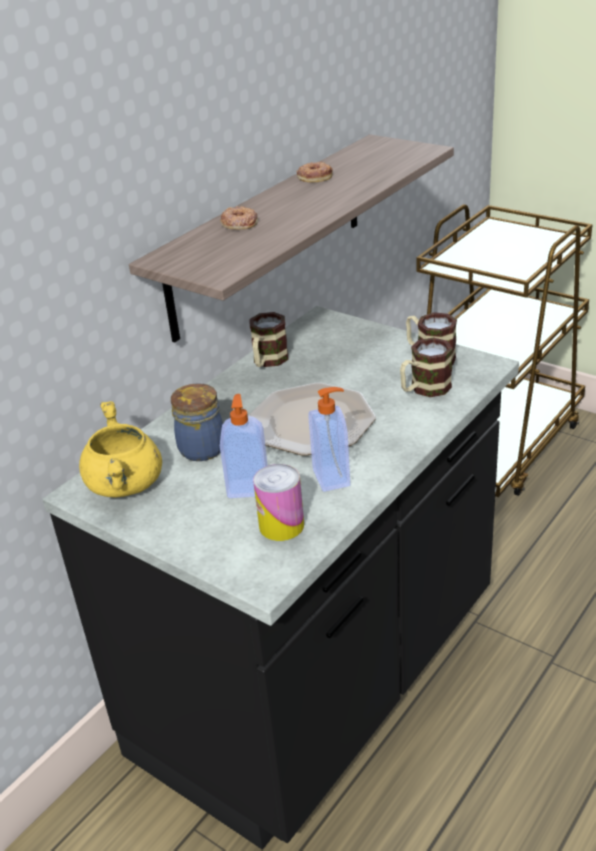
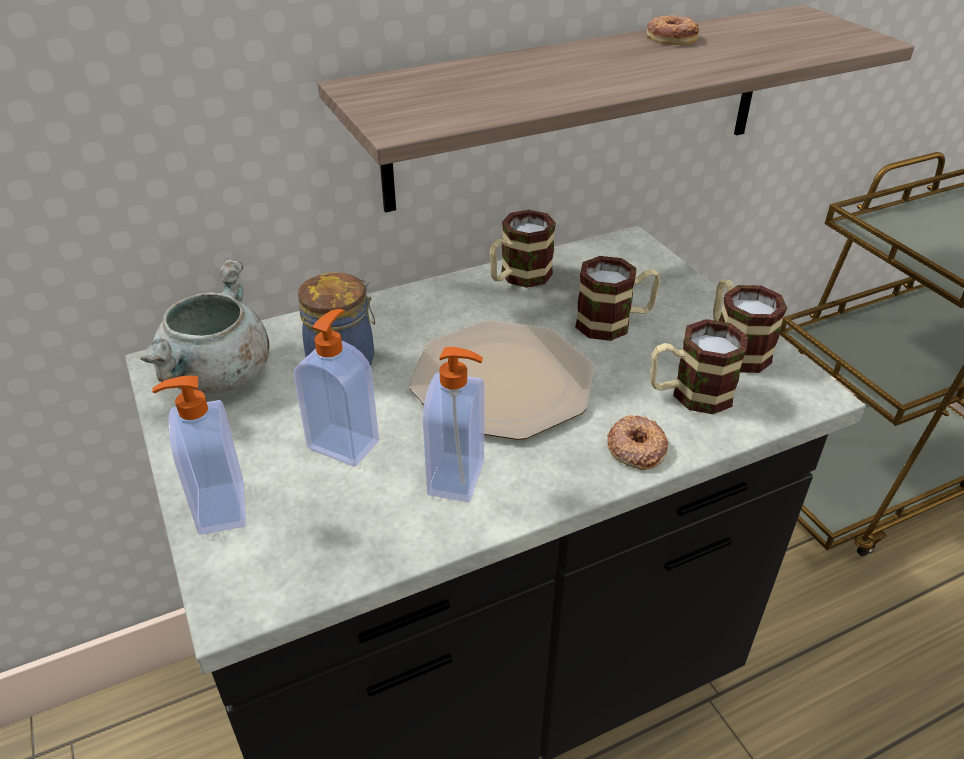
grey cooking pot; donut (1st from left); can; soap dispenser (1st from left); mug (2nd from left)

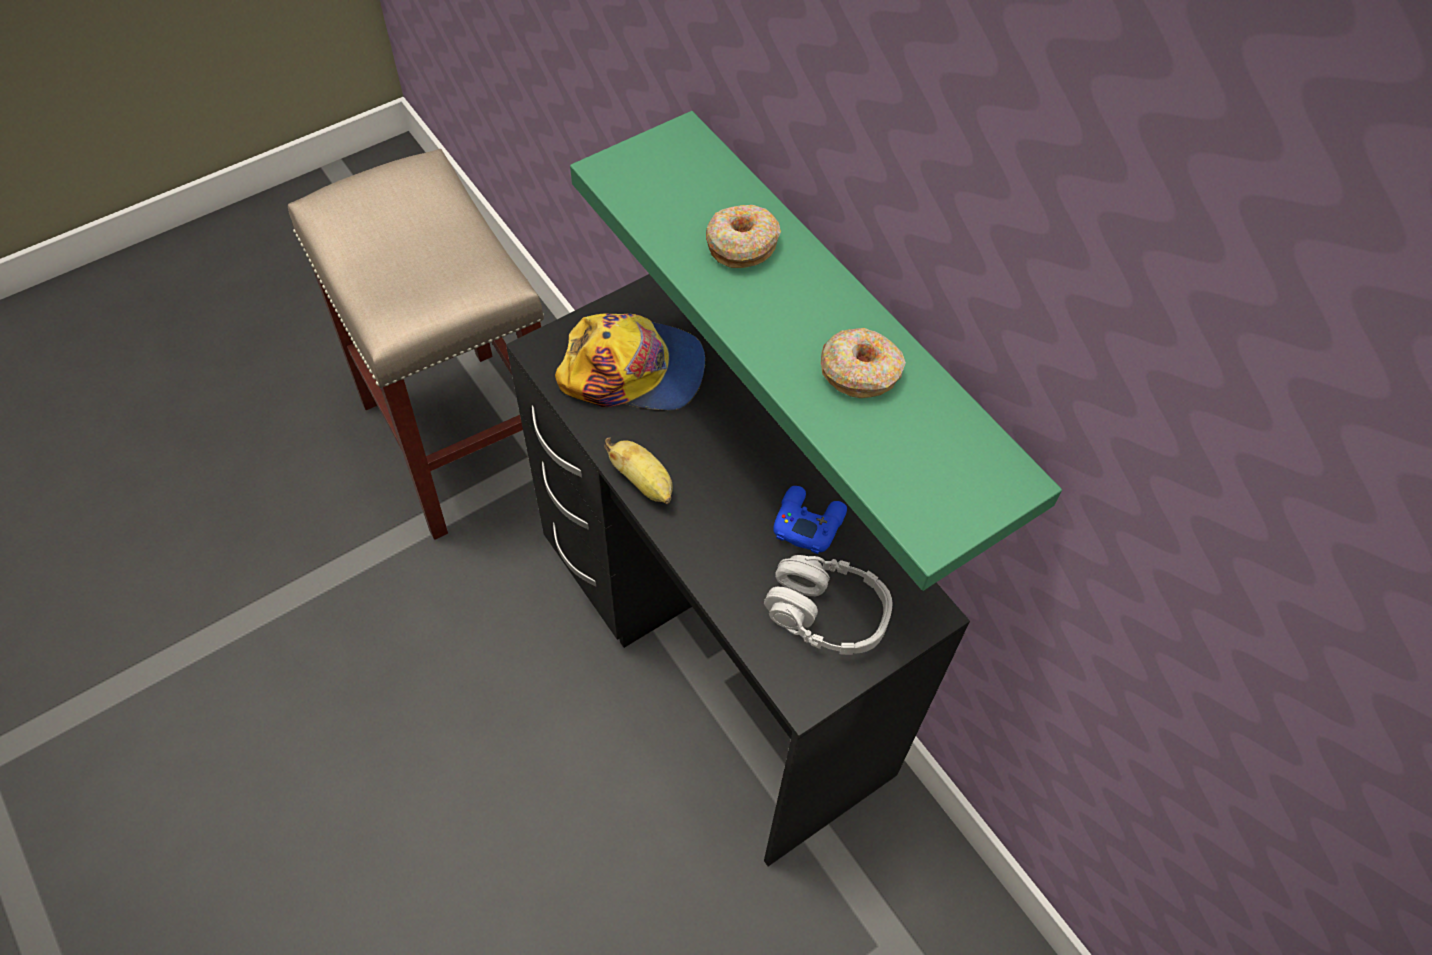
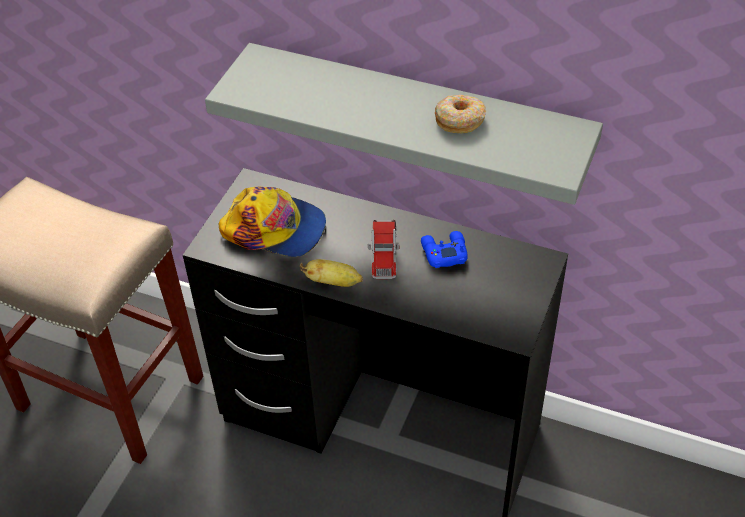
cap; grey shelf; donut (1st from left in the first image); grey headphones; toy truck

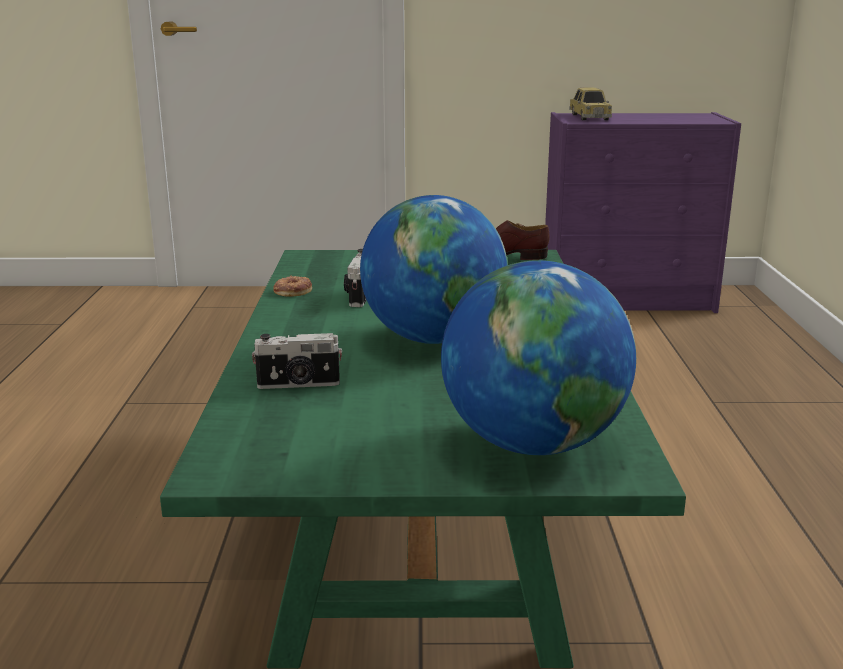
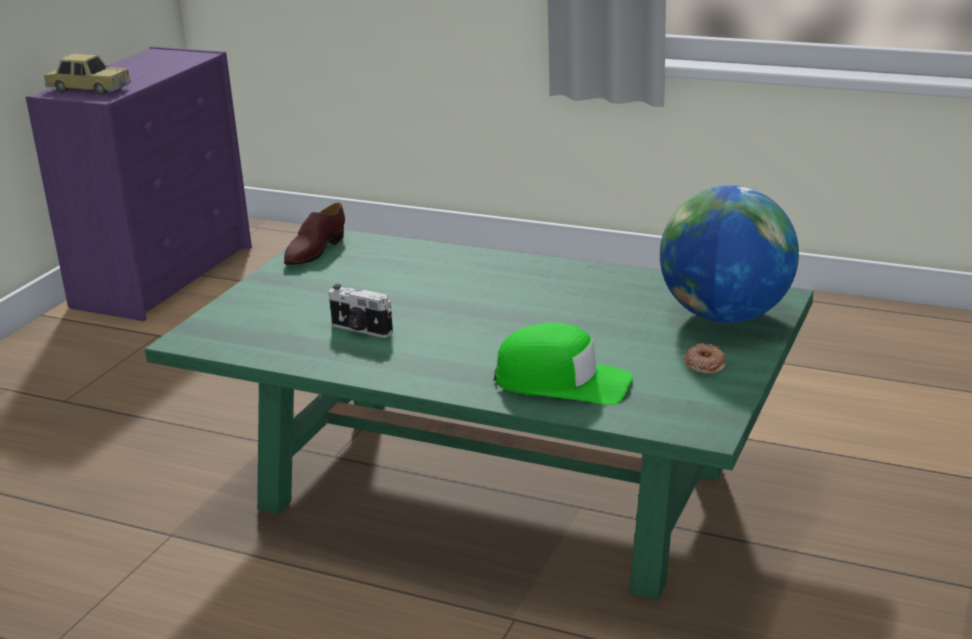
green cap; donut; globe (1st from left in the first image)

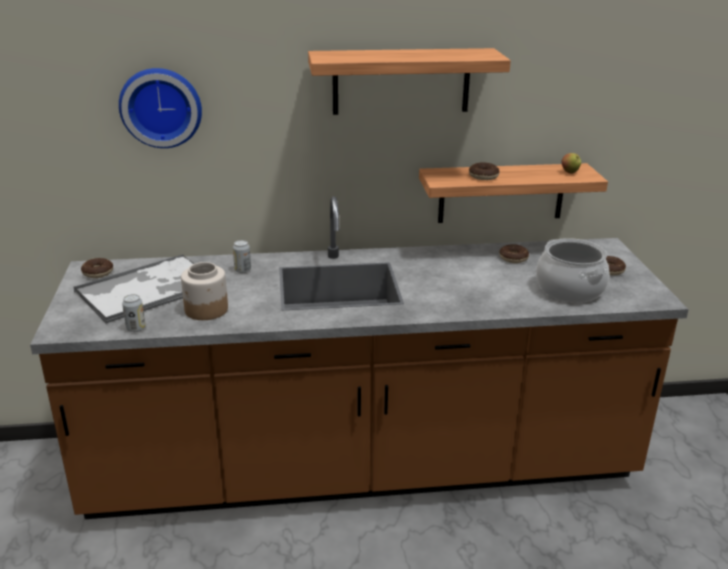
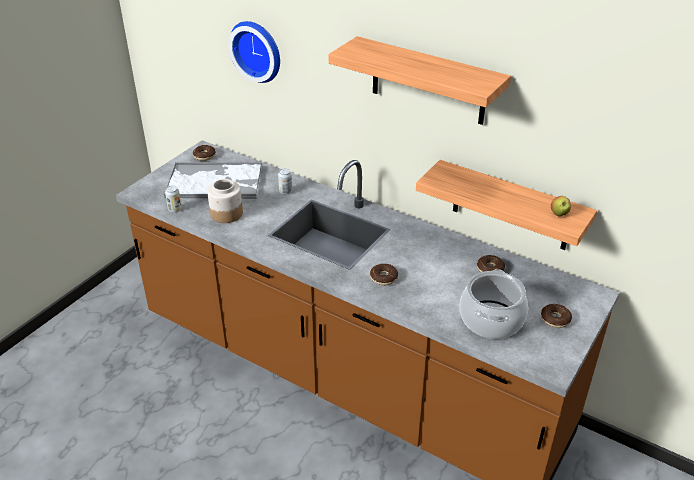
donut (2nd from left)

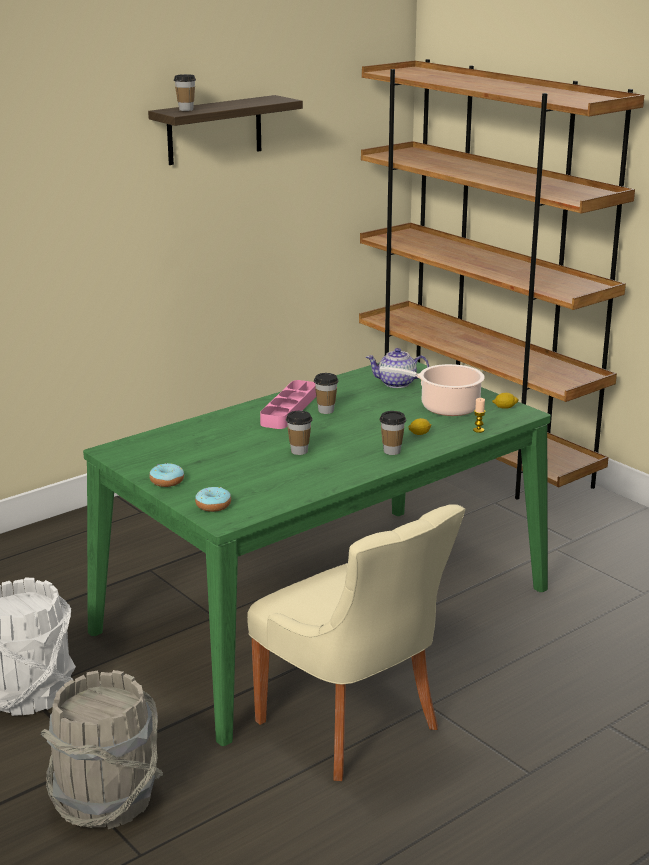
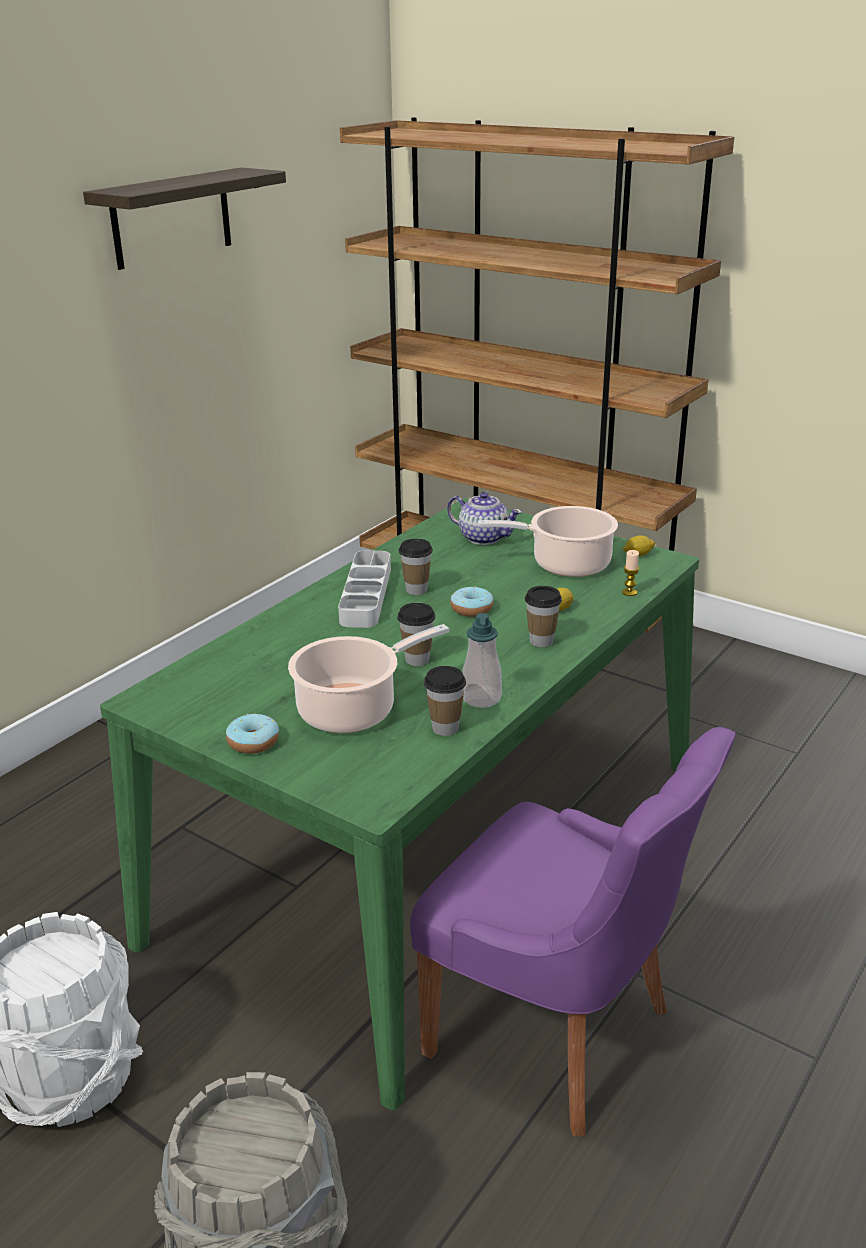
cup (3rd from left); donut (2nd from left); purple chair; grey tray; teapot; cooking pot (1st from left); soap dispenser

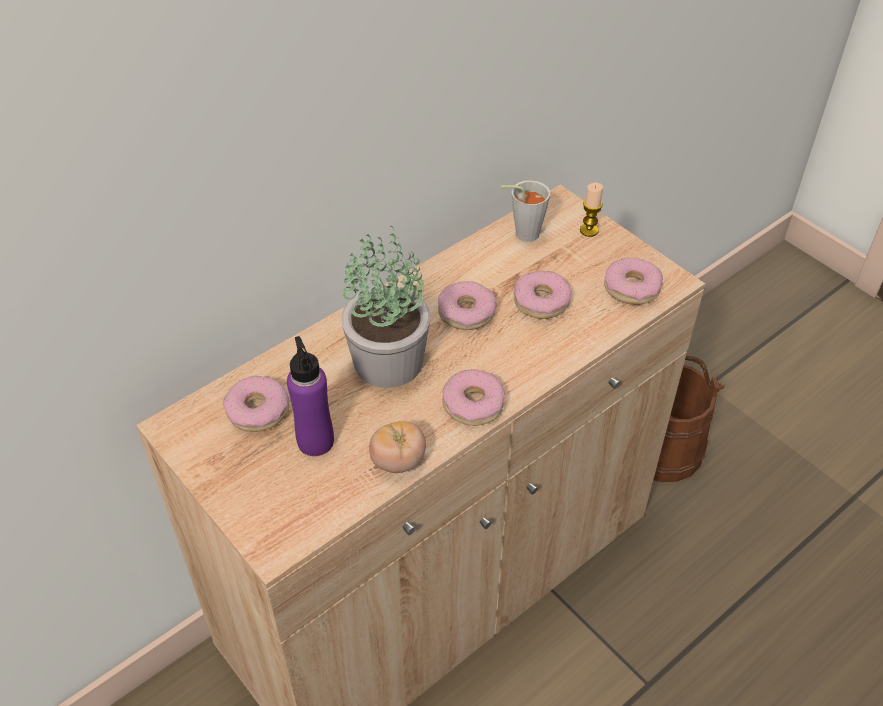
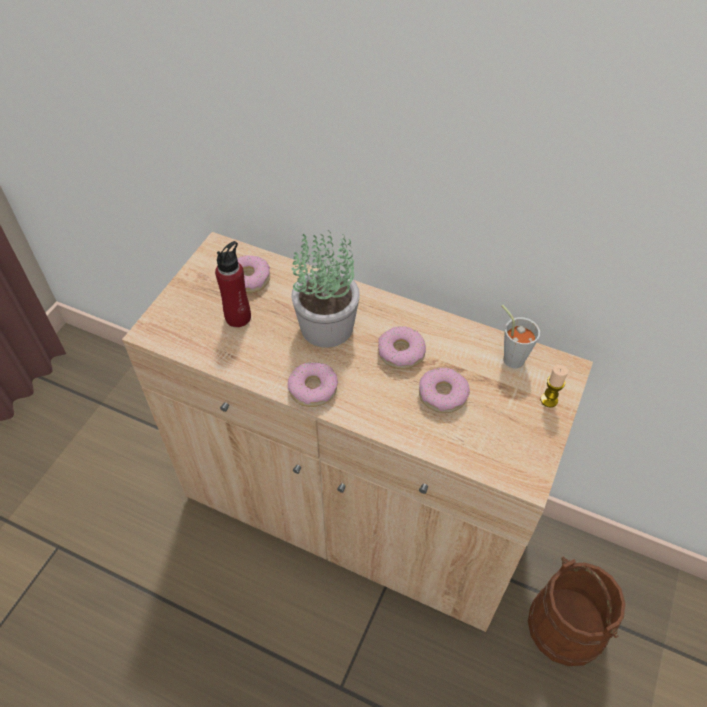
red bottle; tomato; donut (5th from left in the first image)

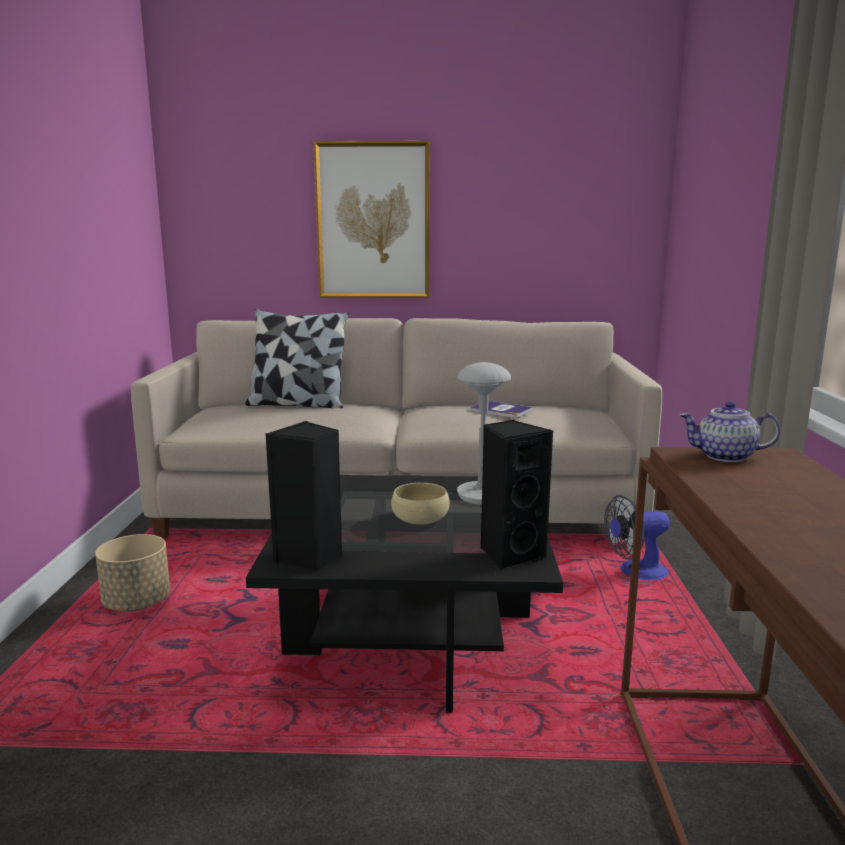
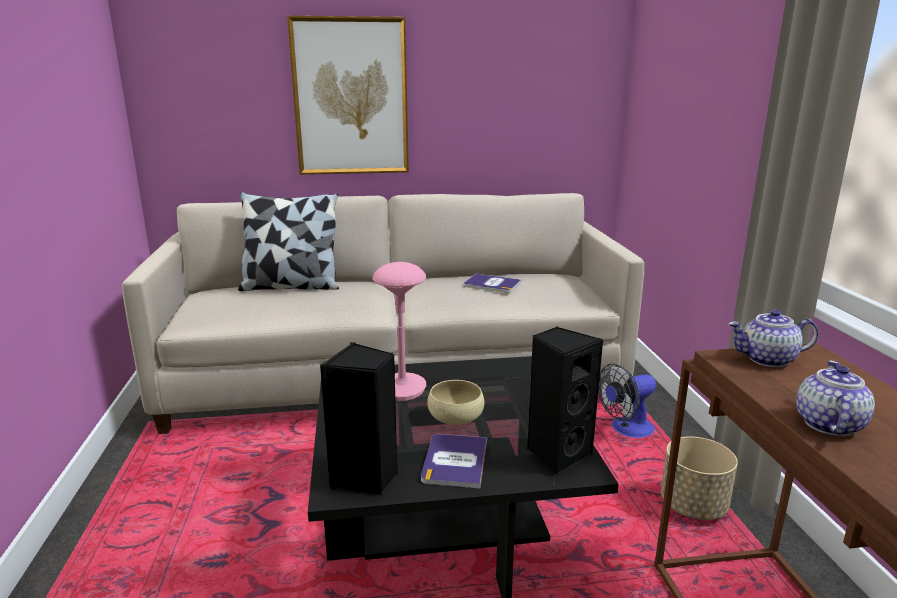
beige planter; grey table lamp; pink table lamp; book (1st from left); teapot (2nd from left)

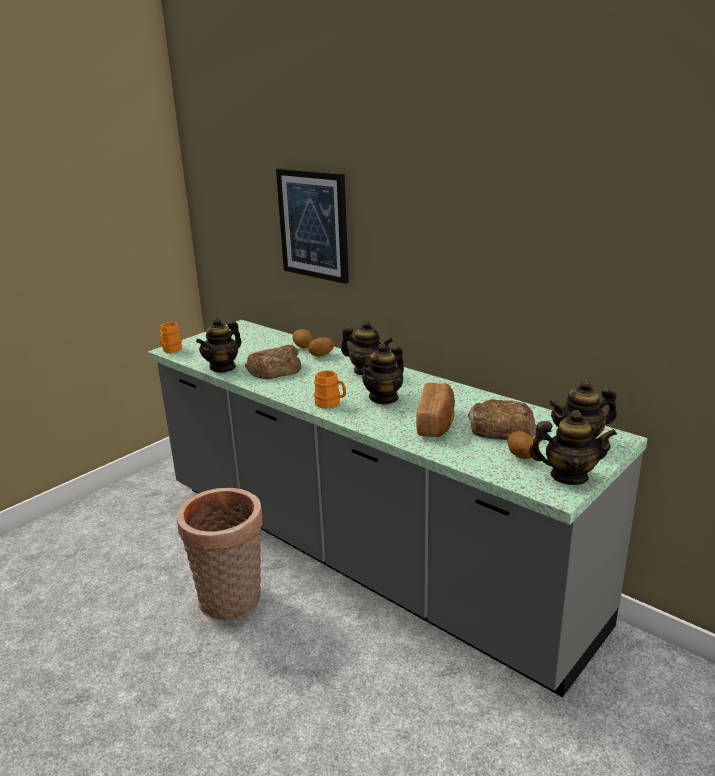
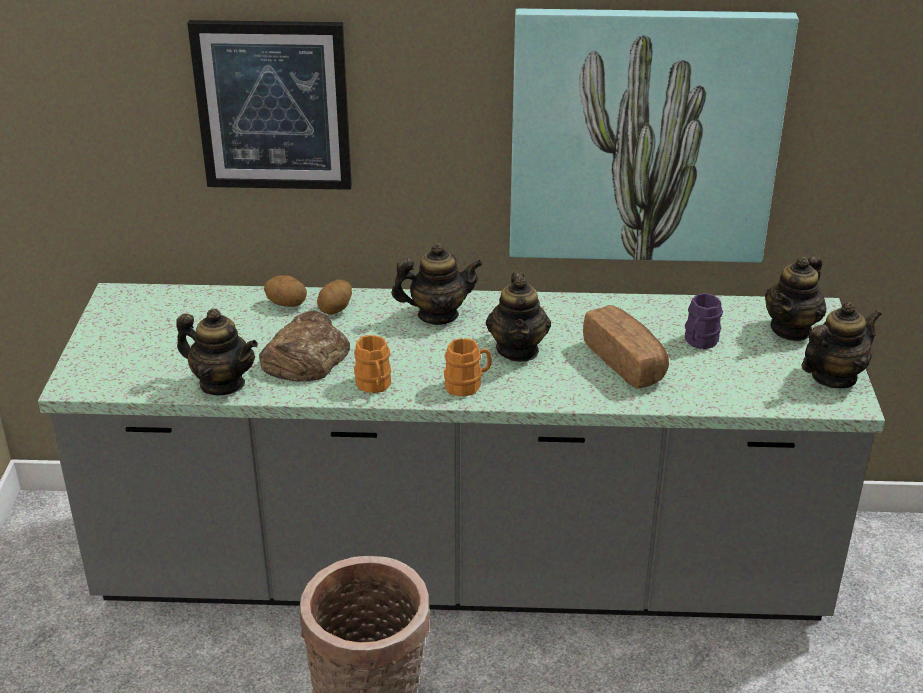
orange mug (1st from left); teapot (1st from left); purple mug; potato (3rd from left in the first image); picture (2nd from left)

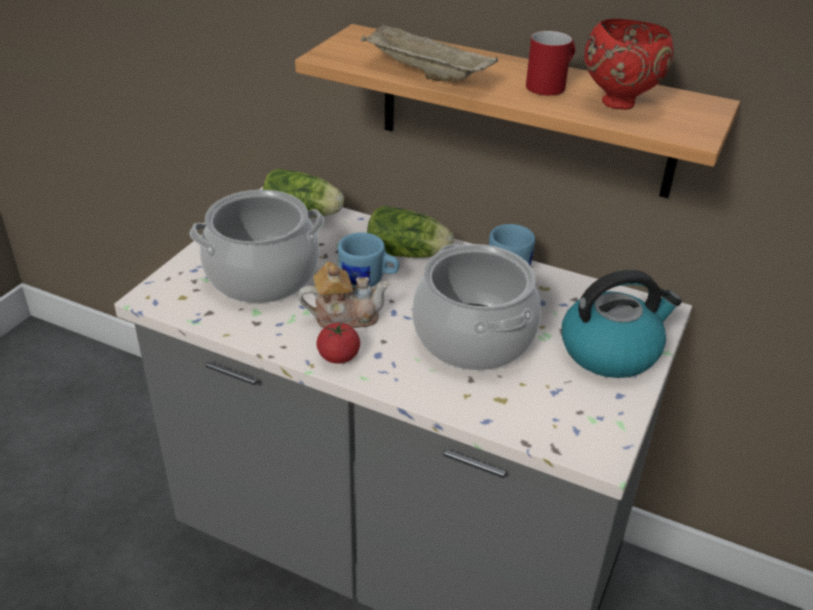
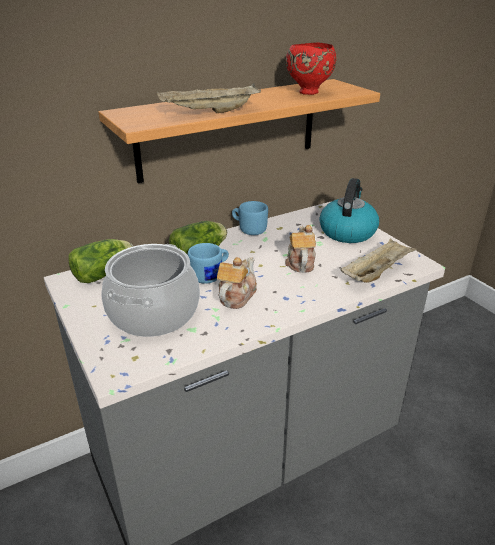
tomato; teapot (2nd from left); red mug; beige tray (2nd from left)

